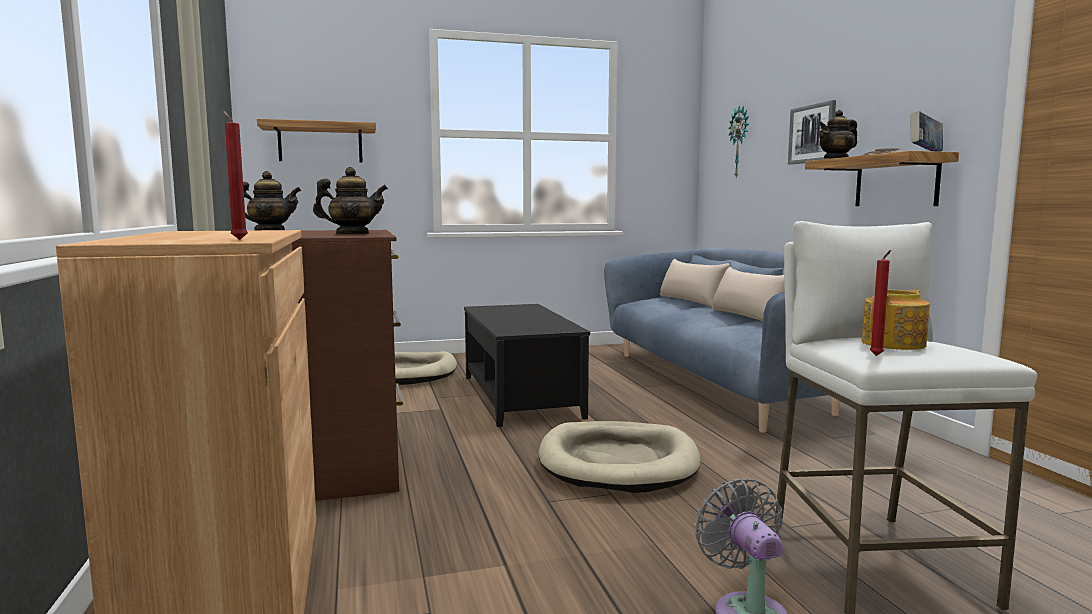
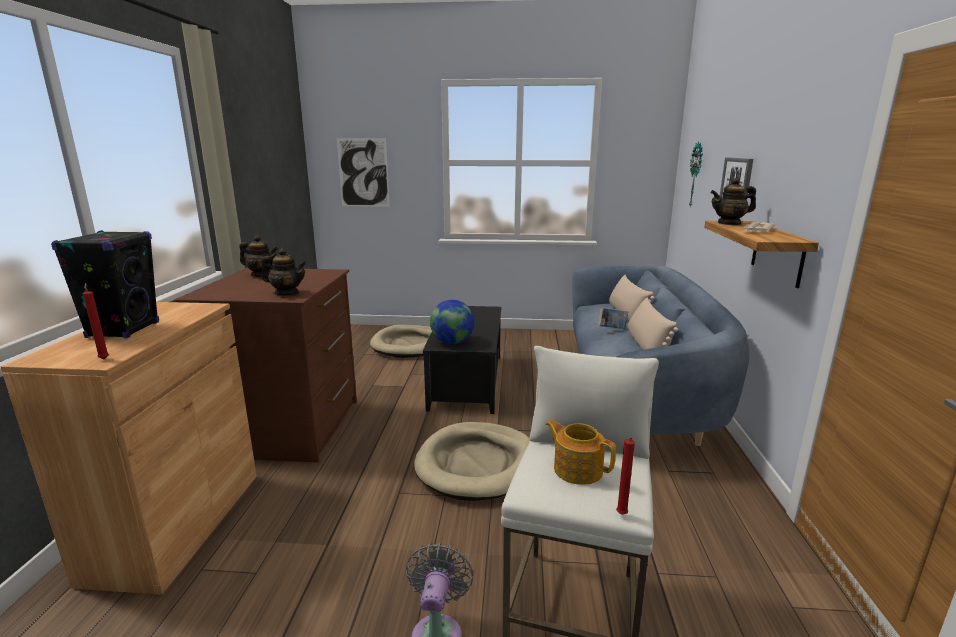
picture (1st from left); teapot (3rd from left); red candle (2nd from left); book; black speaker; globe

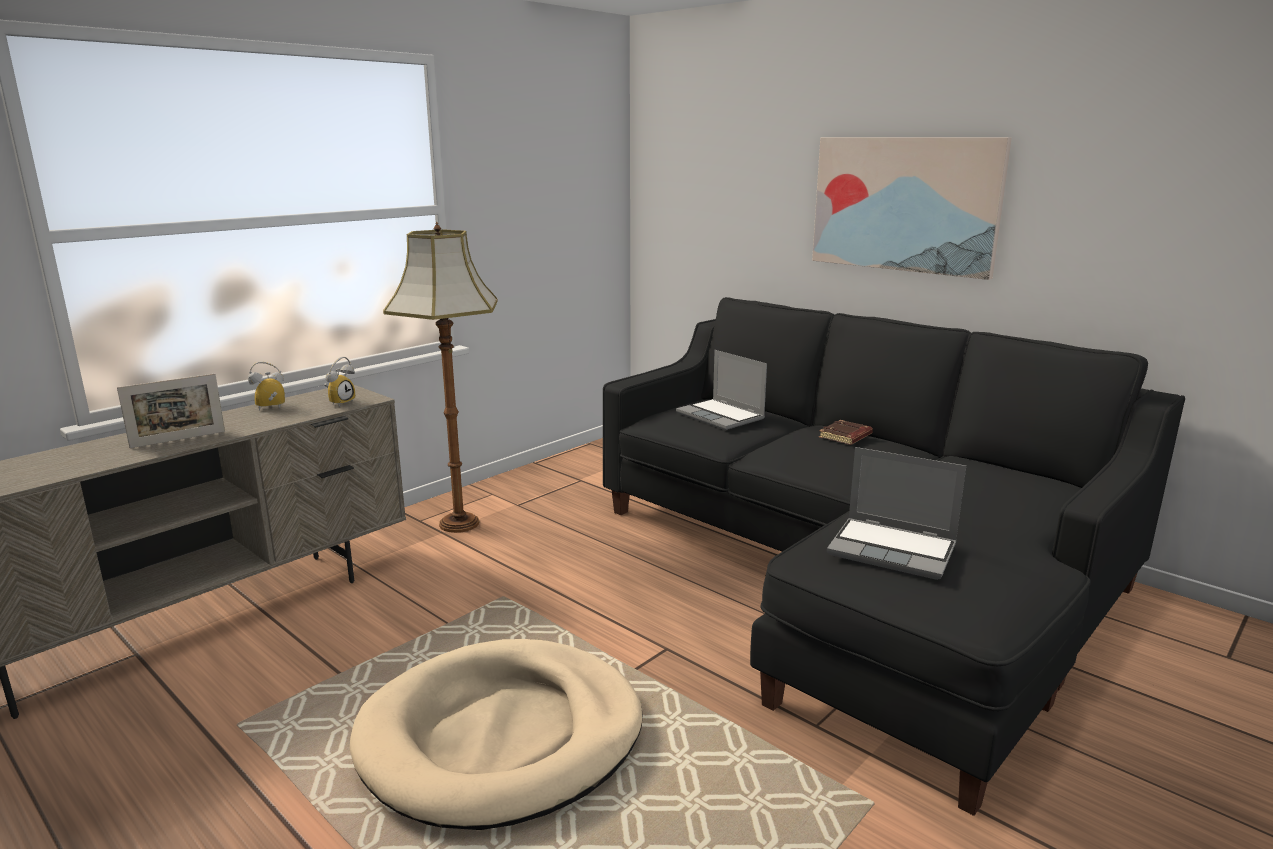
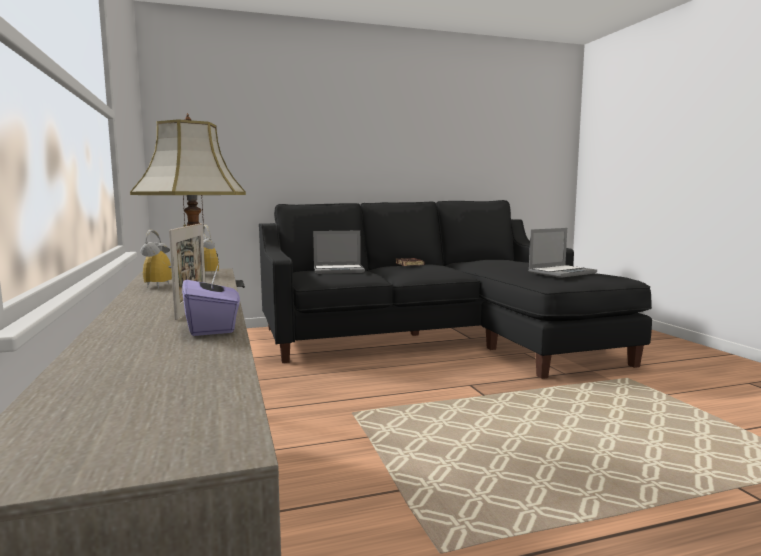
beige dog bed; picture; purple tissue box

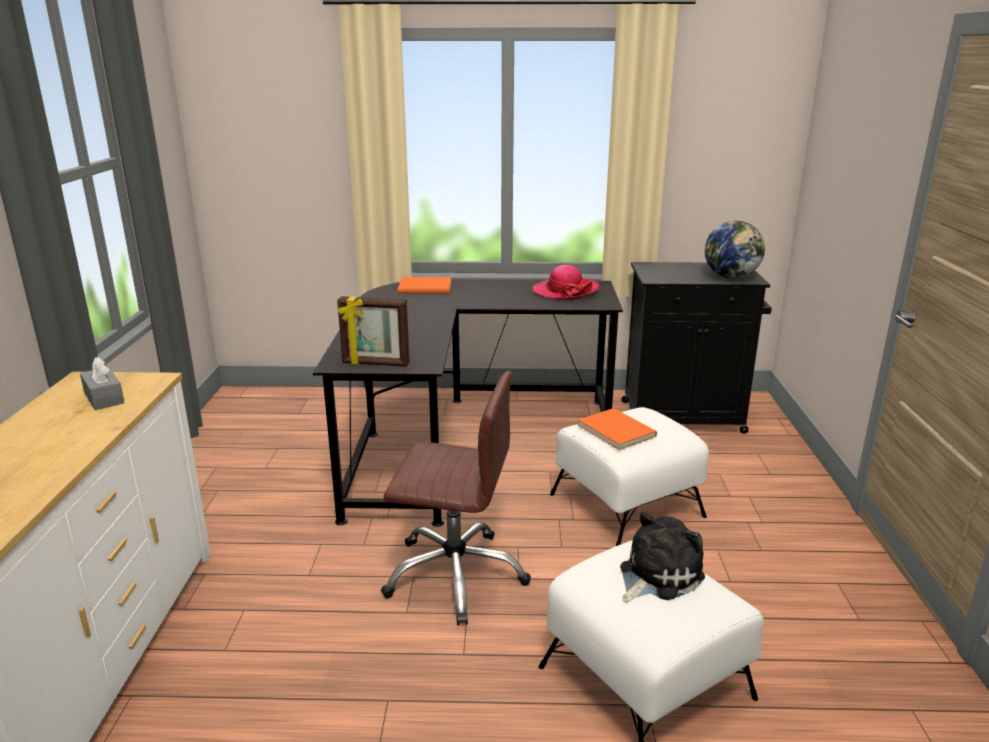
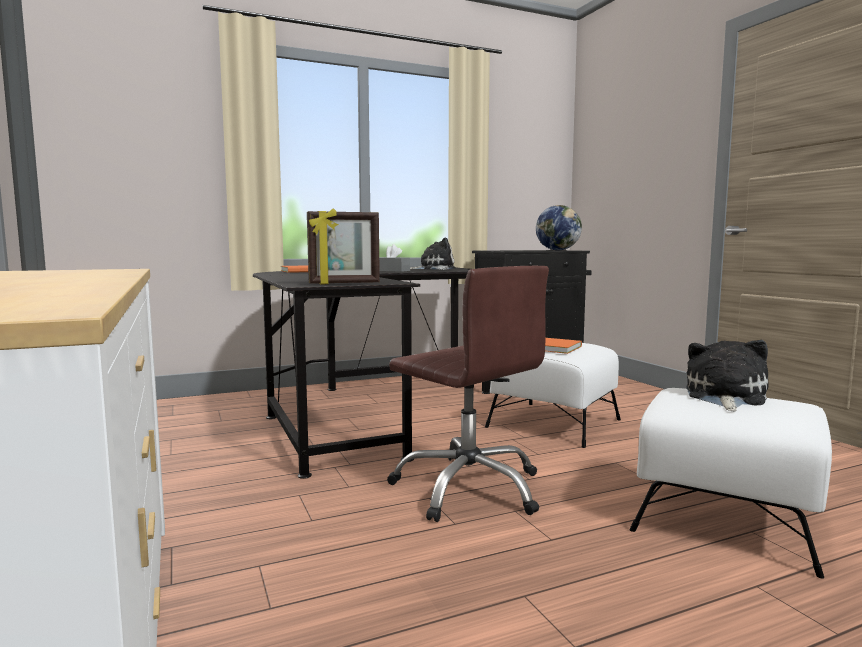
grey tissue box; brown office chair; plush toy (1st from left)

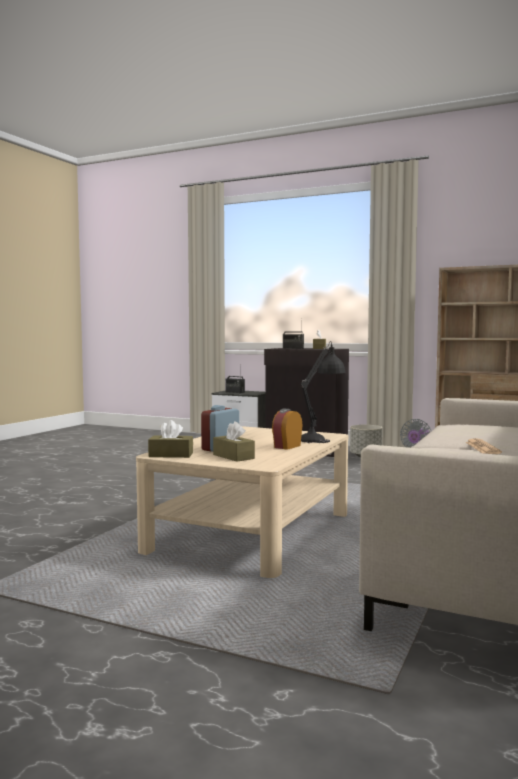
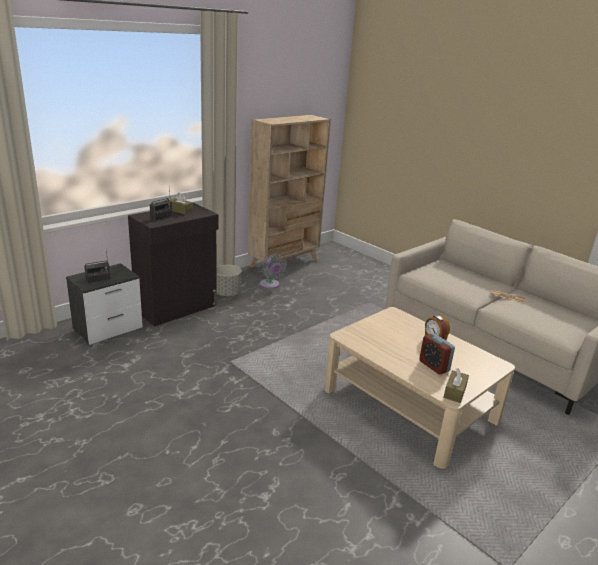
brown tissue box (2nd from left in the first image); black table lamp

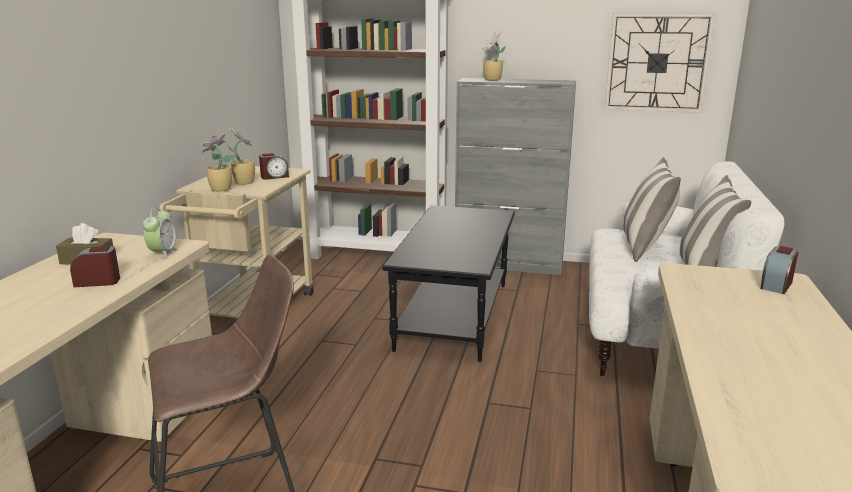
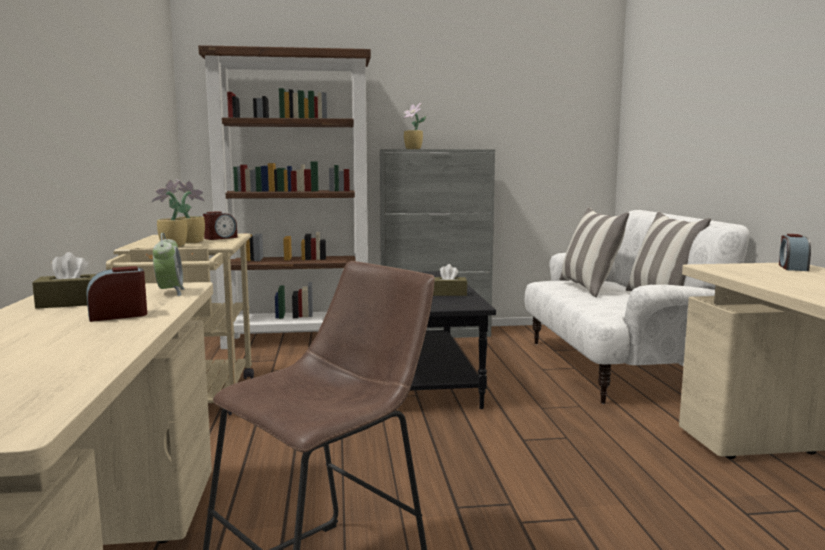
wall clock; brown tissue box (2nd from left)

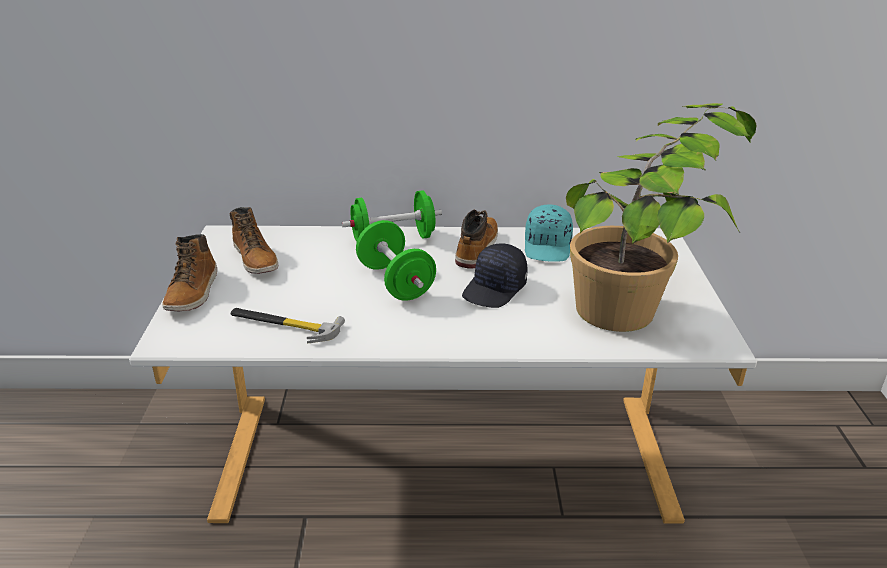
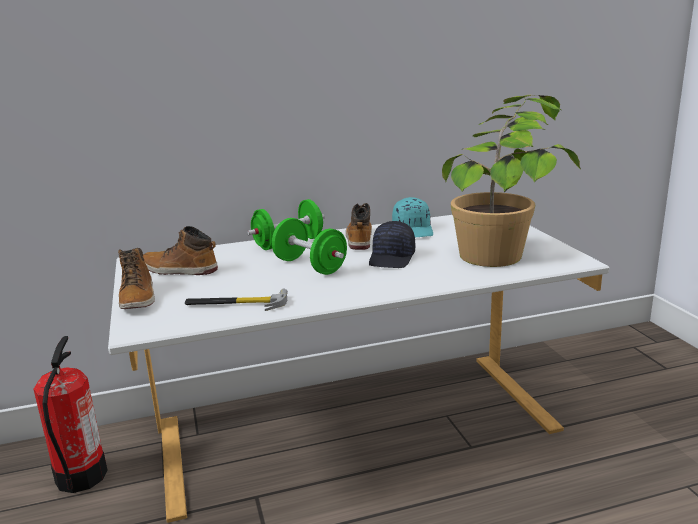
boot (2nd from left); fire extinguisher

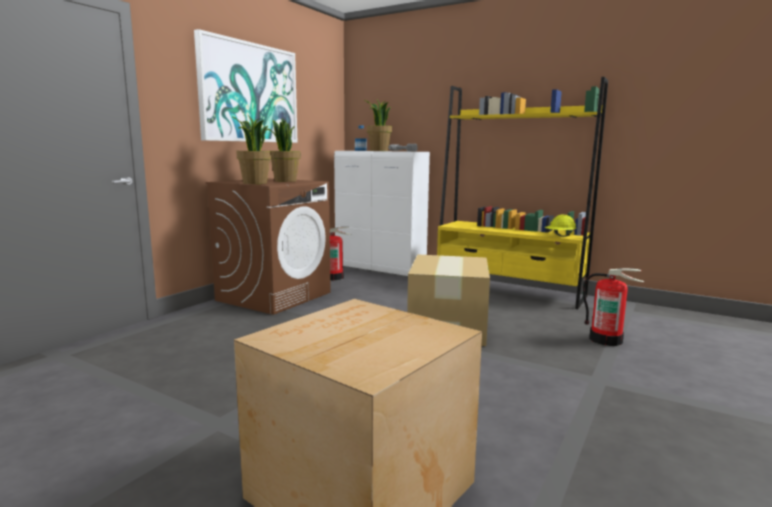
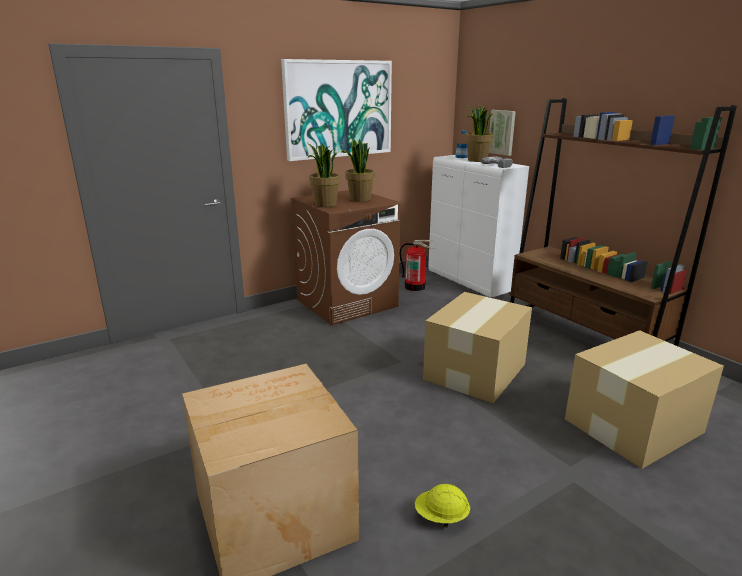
brown bookcase; yellow hard hat; cardboard box (3rd from left); picture (2nd from left)

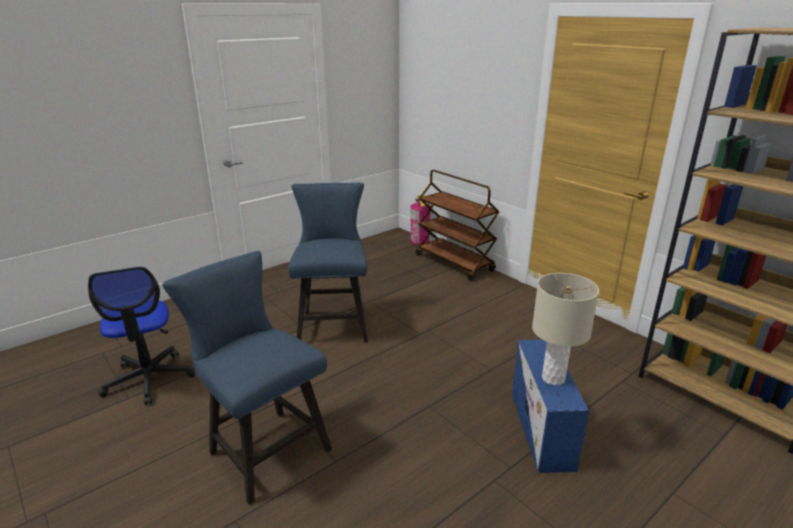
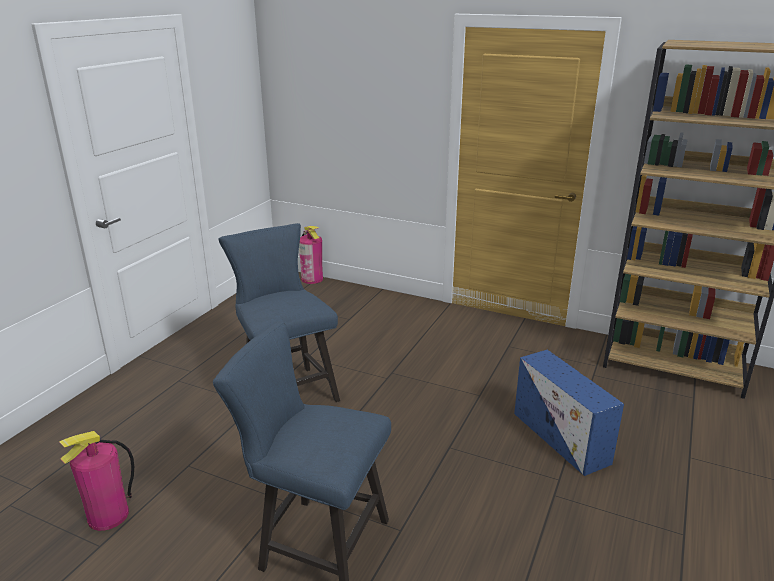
fire extinguisher (1st from left); brown cart; beige table lamp

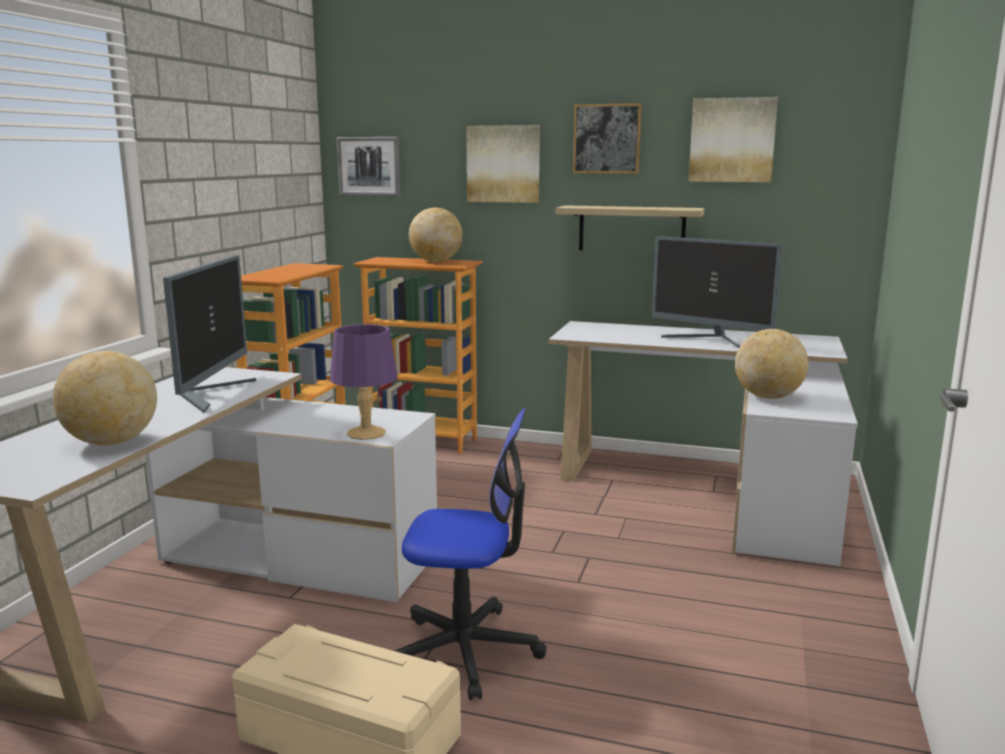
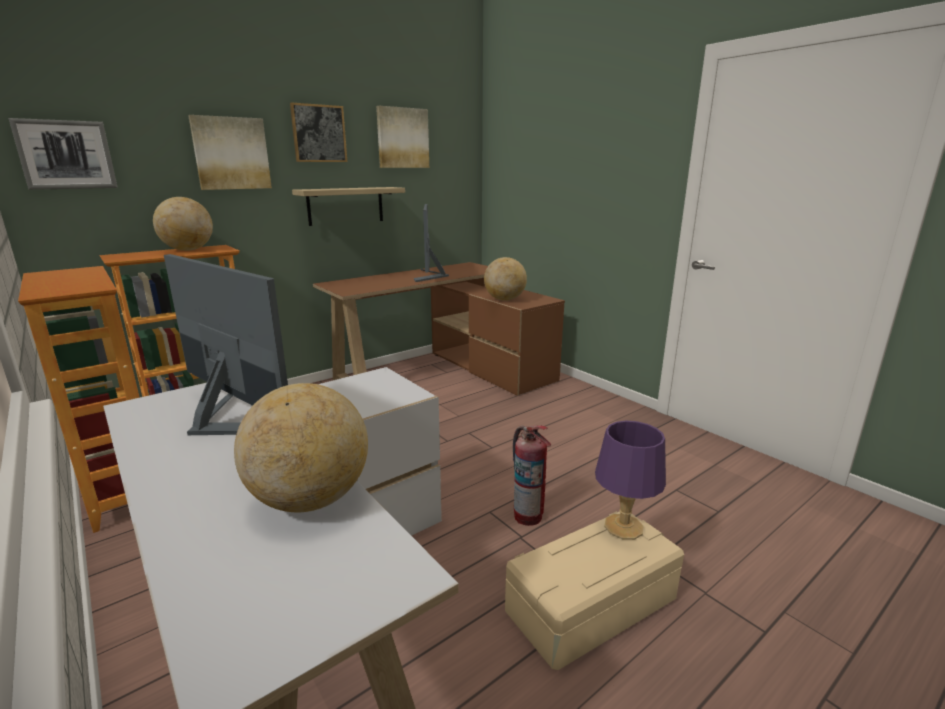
purple table lamp; fire extinguisher; brown desk; monitor (2nd from left)

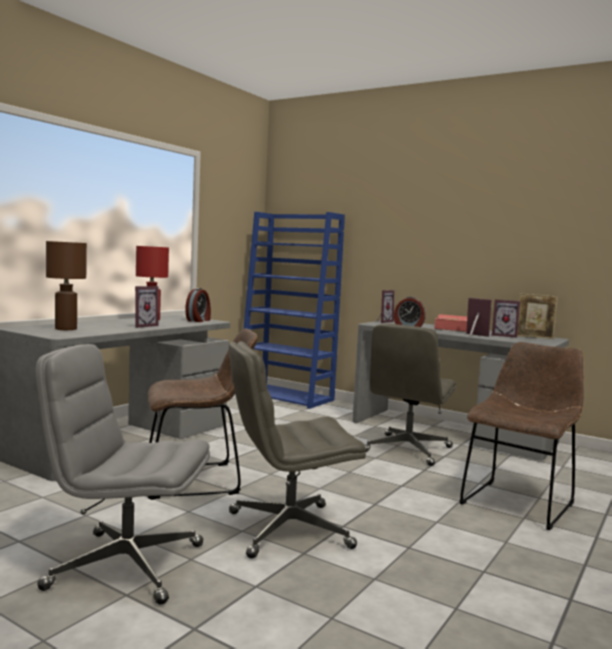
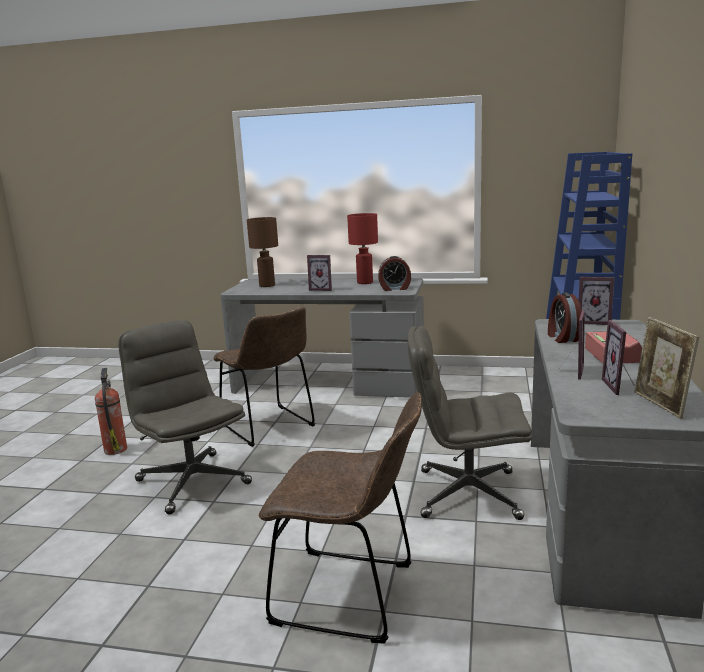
fire extinguisher

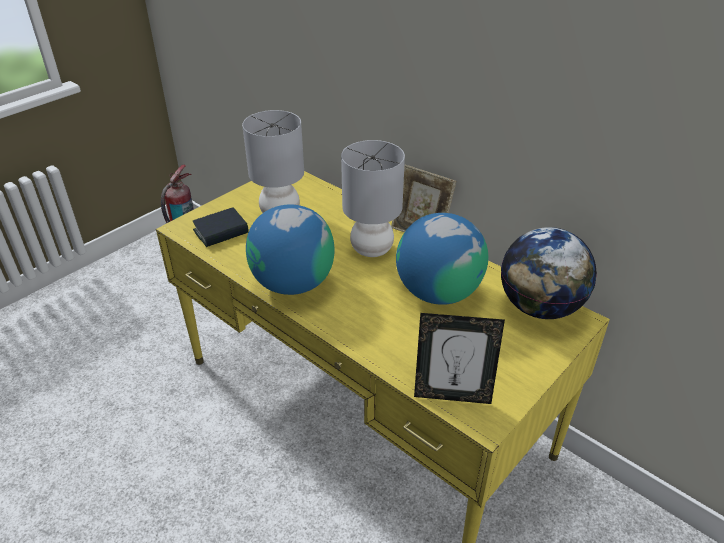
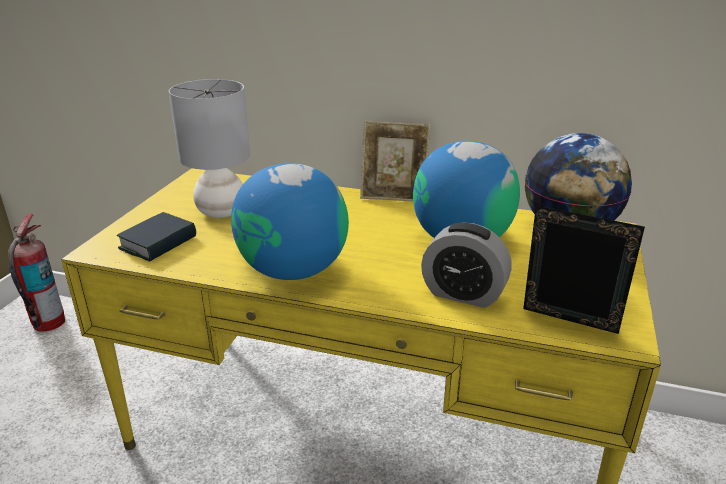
grey table lamp (2nd from left in the first image); picture frame (2nd from left); alarm clock

